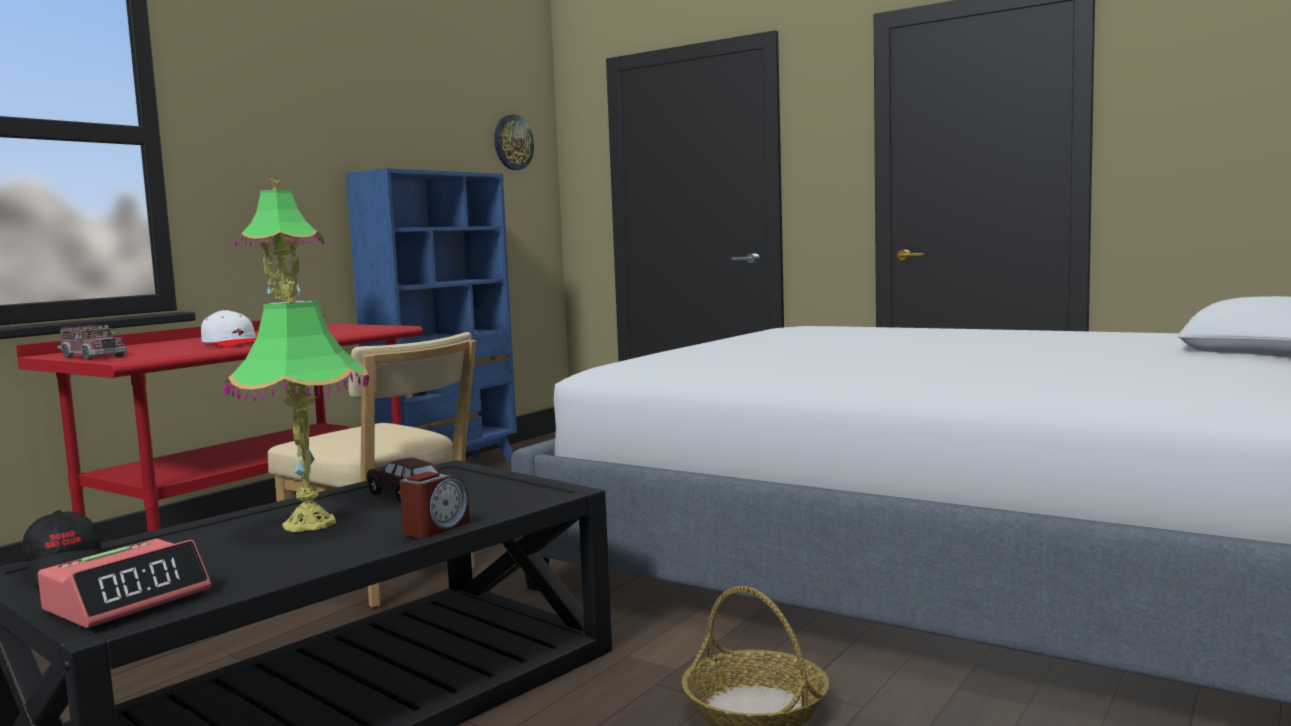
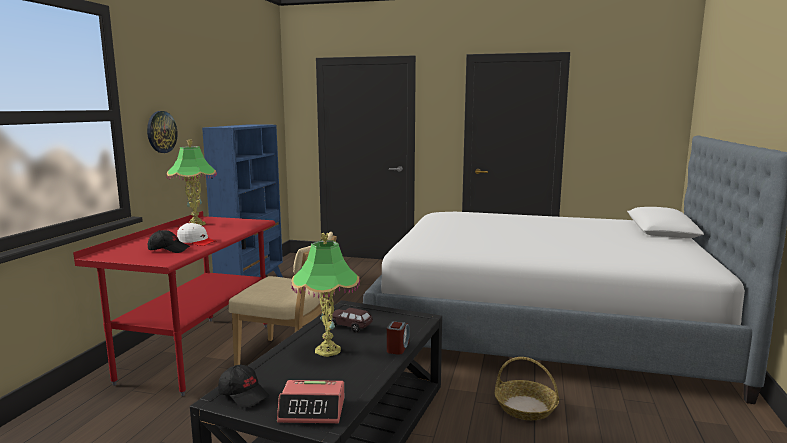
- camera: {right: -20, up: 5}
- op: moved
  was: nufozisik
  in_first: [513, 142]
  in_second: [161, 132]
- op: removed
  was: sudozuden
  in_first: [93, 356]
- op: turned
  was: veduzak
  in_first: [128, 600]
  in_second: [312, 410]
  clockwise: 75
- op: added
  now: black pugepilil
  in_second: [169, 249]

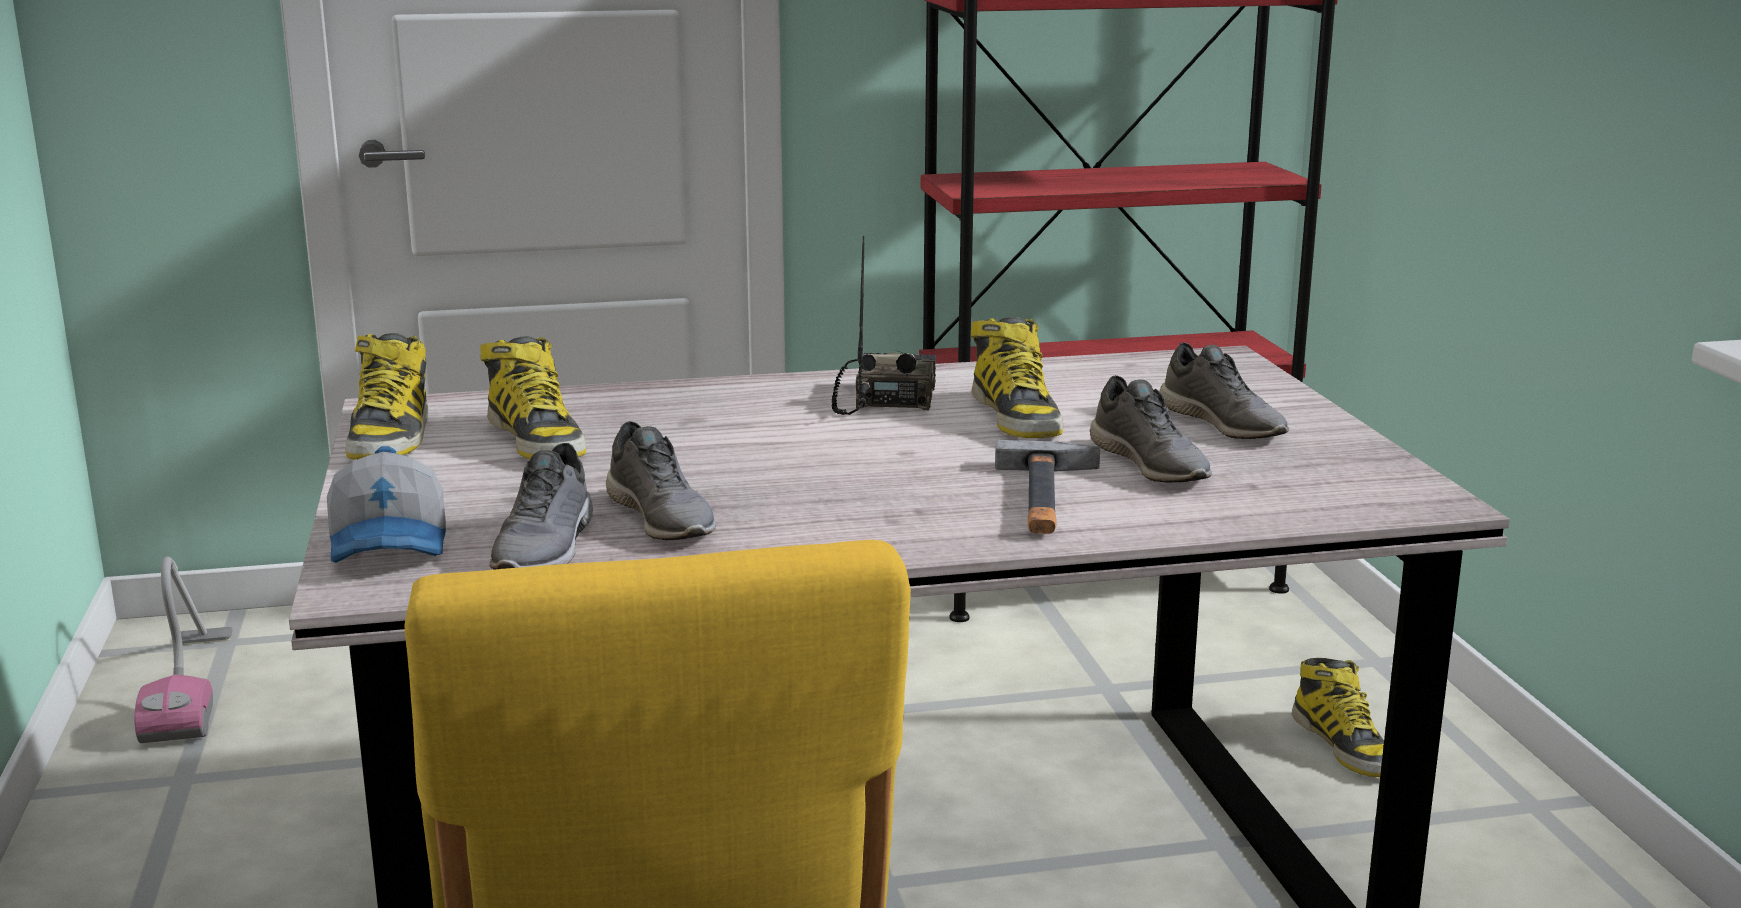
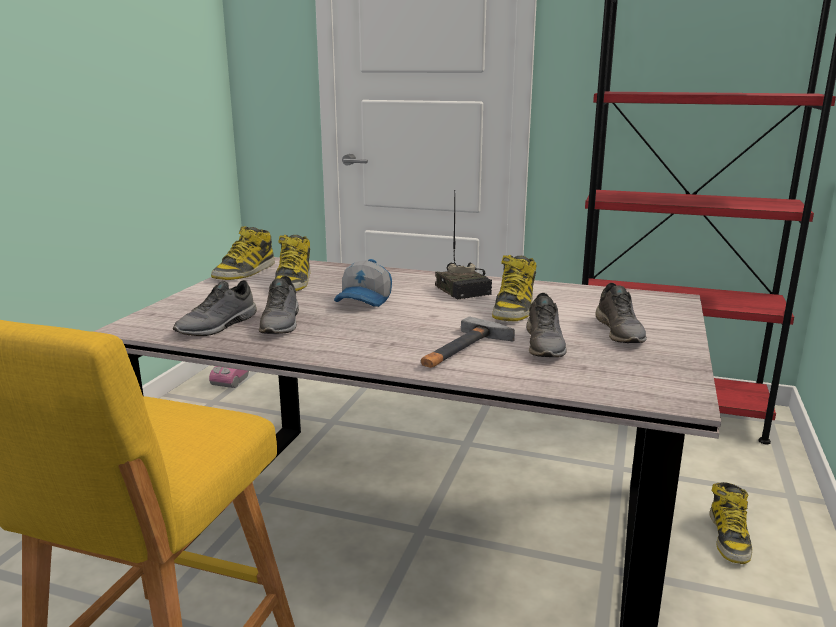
- camera: {right: 30, up: 0}
- op: turned
  was: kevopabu
  in_first: [886, 399]
  in_second: [465, 290]
  clockwise: 120
- op: moved
  was: pugepilil
  in_first: [392, 544]
  in_second: [365, 300]

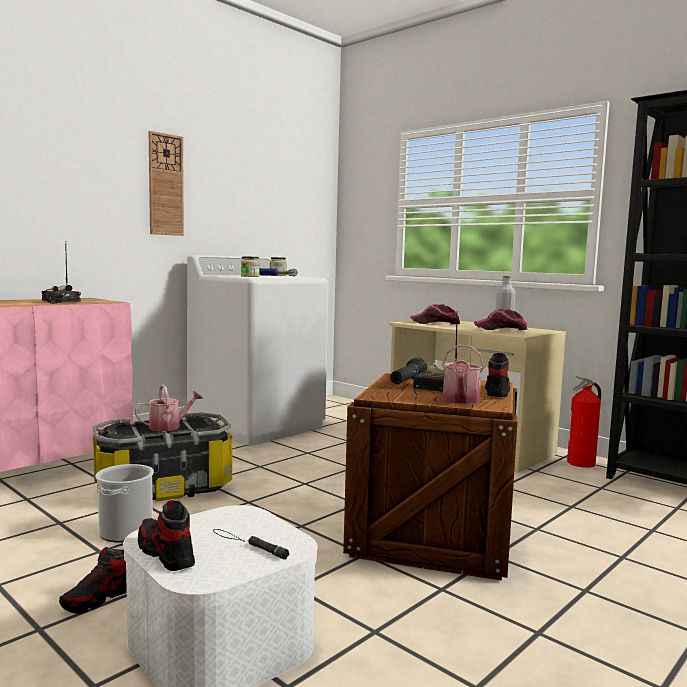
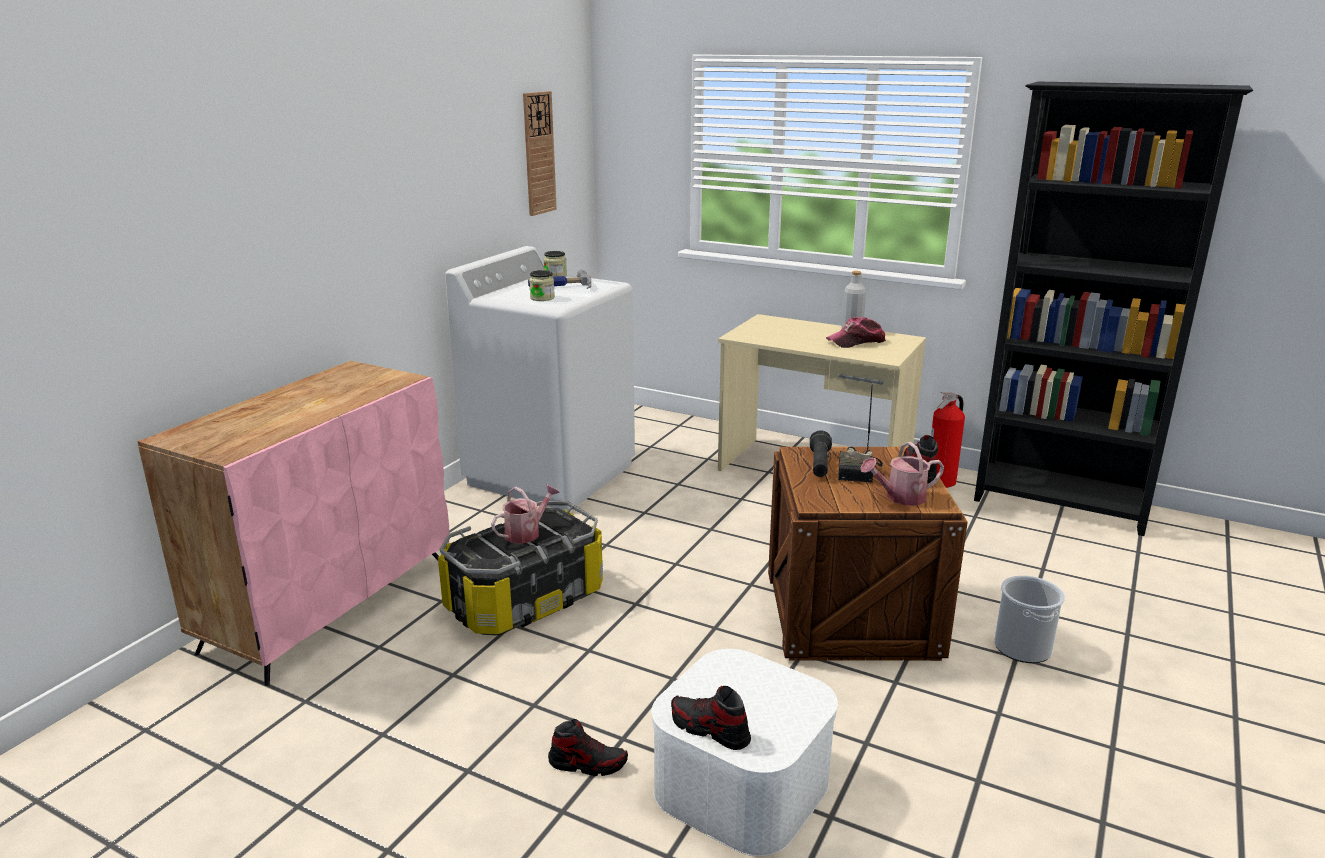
- camera: {right: -15, up: 15}
- op: moved
  was: nufozisik
  in_first: [165, 185]
  in_second: [538, 153]
- op: removed
  was: kevopabu
  in_first: [59, 302]
- op: removed
  was: pugepilil
  in_first: [435, 323]
- op: turned
  was: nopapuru
  in_first: [461, 400]
  in_second: [900, 497]
  clockwise: 75
- op: moved
  was: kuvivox
  in_first: [126, 532]
  in_second: [1022, 647]
- op: removed
  was: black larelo
  in_first: [248, 544]
- op: turned
  was: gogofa
  in_first: [99, 598]
  in_second: [588, 764]
  clockwise: -105

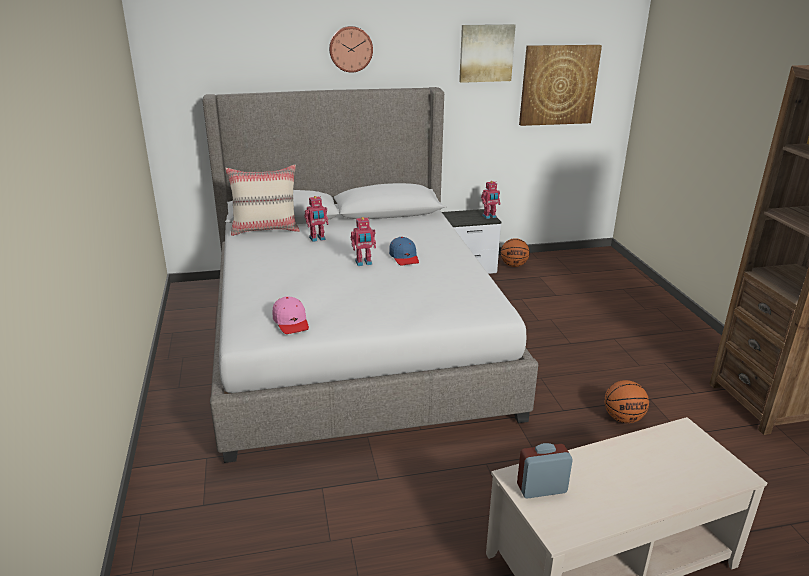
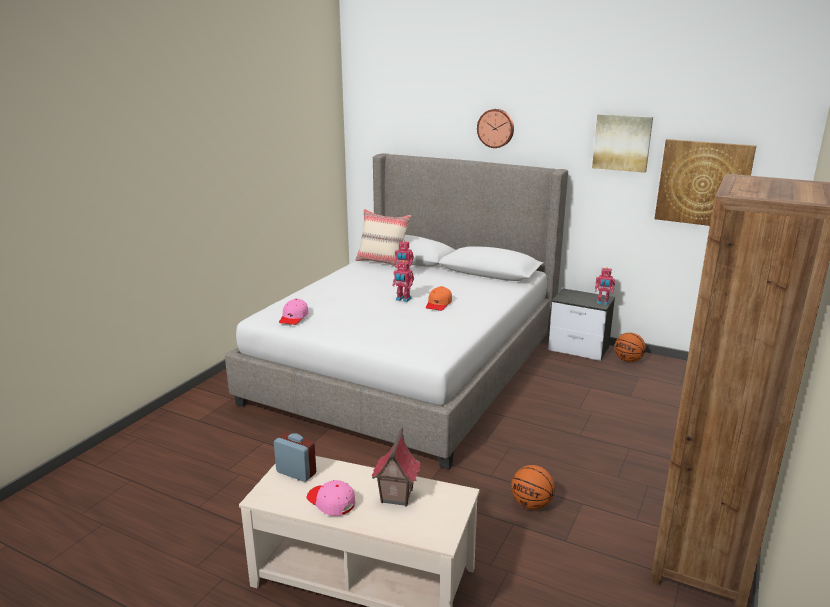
- camera: {right: 40, up: -5}
- op: recoloured
  was: blue pugepilil
  now: orange pugepilil
  in_first: [404, 257]
  in_second: [438, 304]
- op: added
  now: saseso
  in_second: [396, 496]
- op: added
  now: pink pugepilil
  in_second: [331, 502]

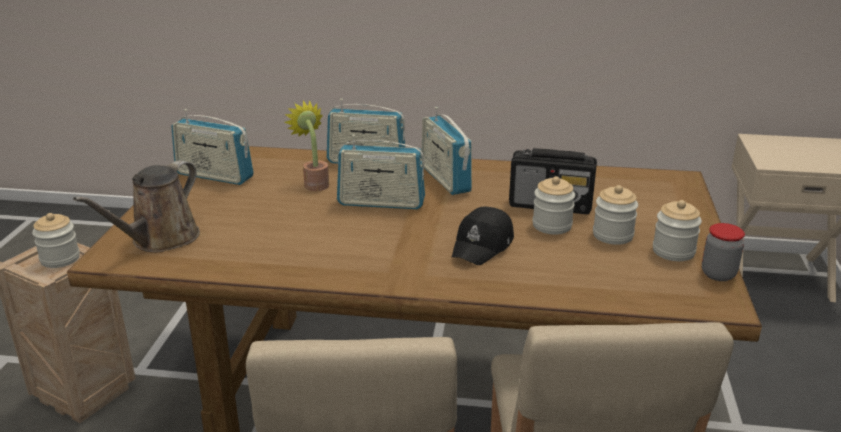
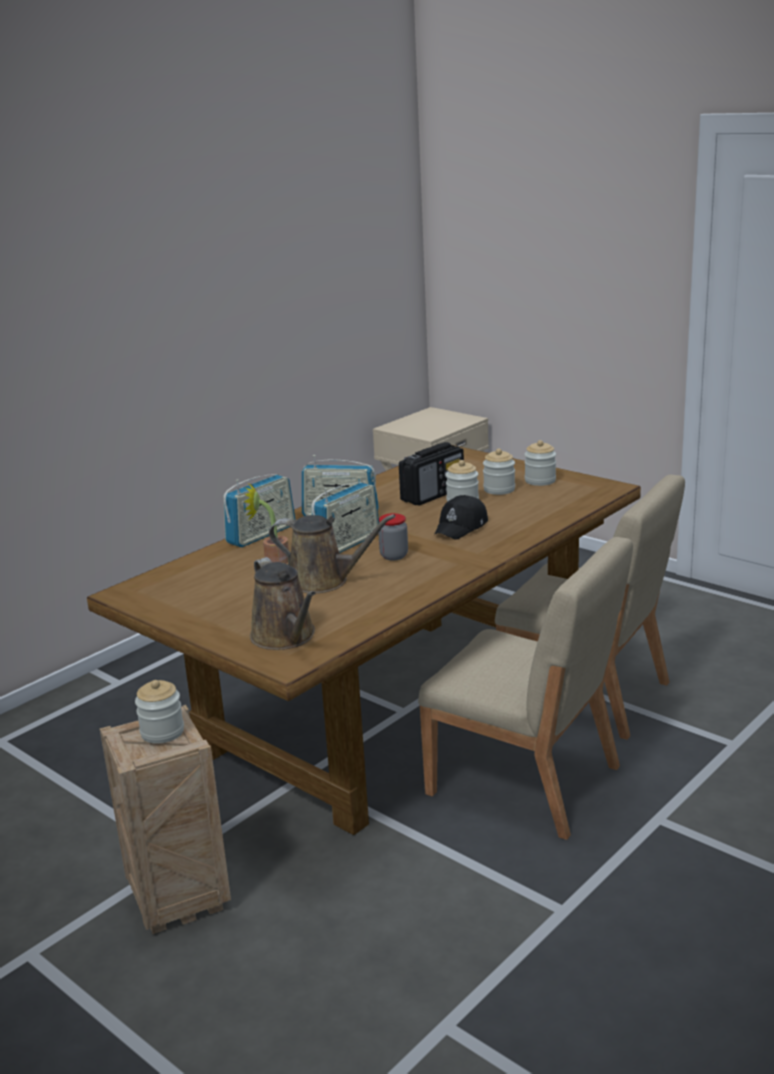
- camera: {right: -55, up: -5}
- op: removed
  was: kevopabu
  in_first: [214, 176]
- op: turned
  was: black pugepilil
  in_first: [483, 246]
  in_second: [461, 527]
  clockwise: 60
- op: moved
  was: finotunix
  in_first: [718, 274]
  in_second: [394, 556]
- op: added
  now: brown nopapuru
  in_second: [324, 581]

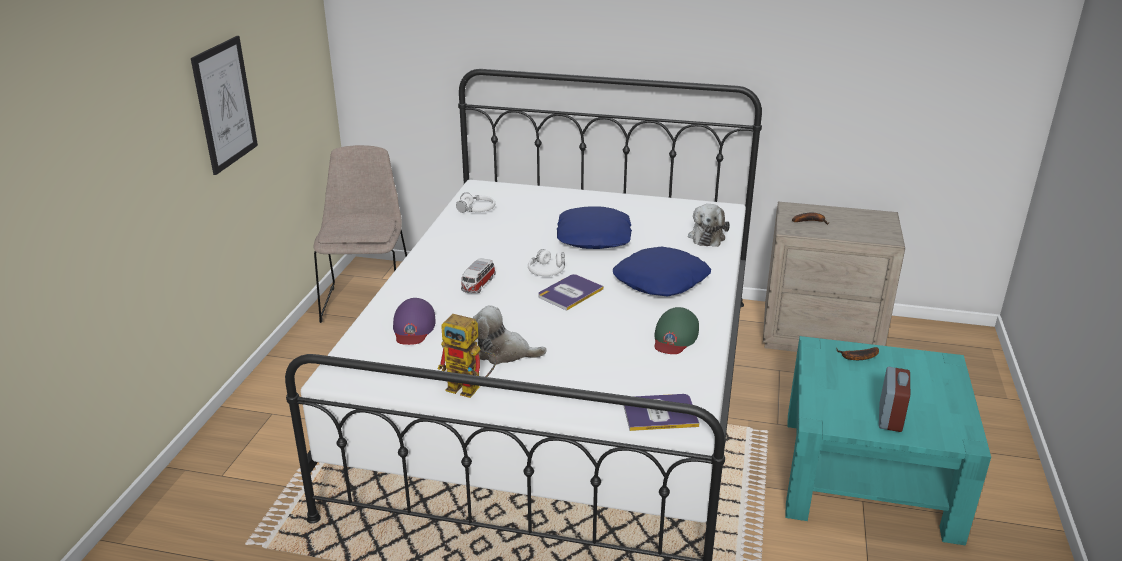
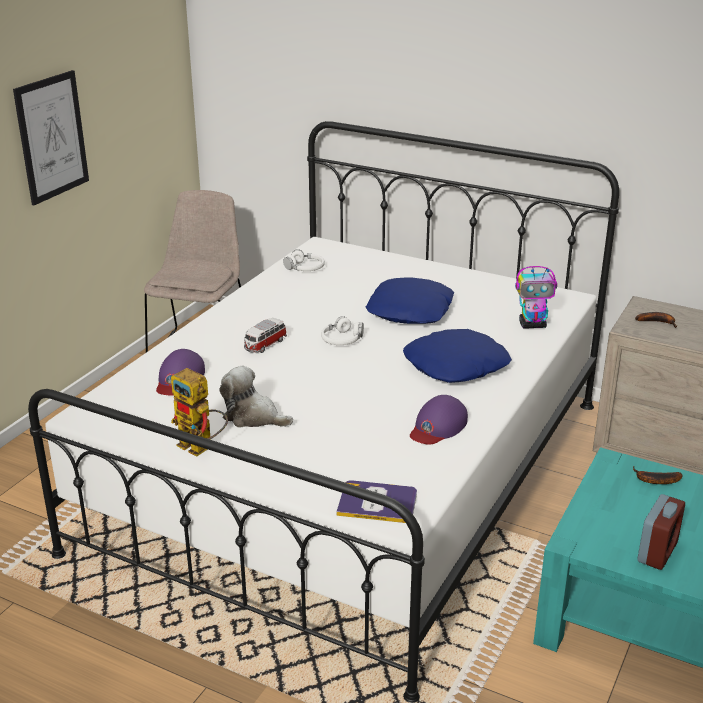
- camera: {right: 15, up: 0}
- op: replaced
  was: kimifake
  now: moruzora
  in_first: [707, 236]
  in_second: [533, 325]
- op: removed
  was: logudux
  in_first: [570, 293]
- op: recoloured
  was: green pugepilil
  now: purple pugepilil
  in_first: [675, 337]
  in_second: [438, 426]

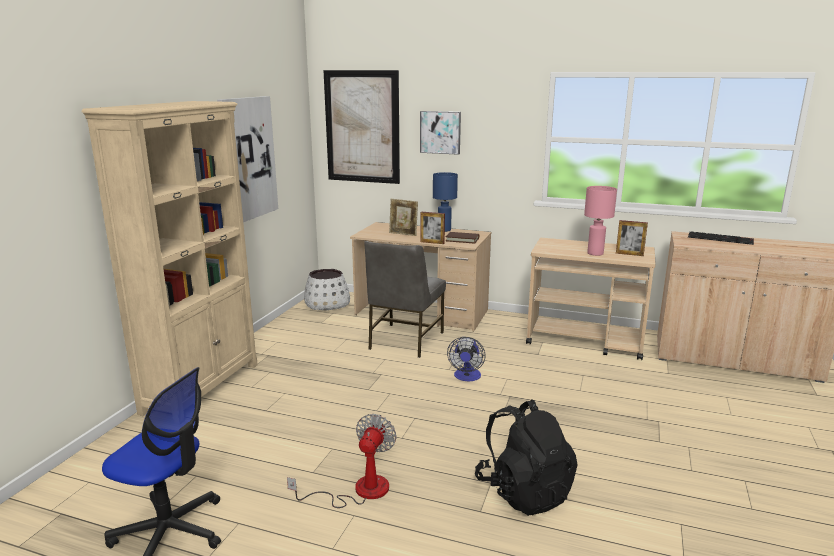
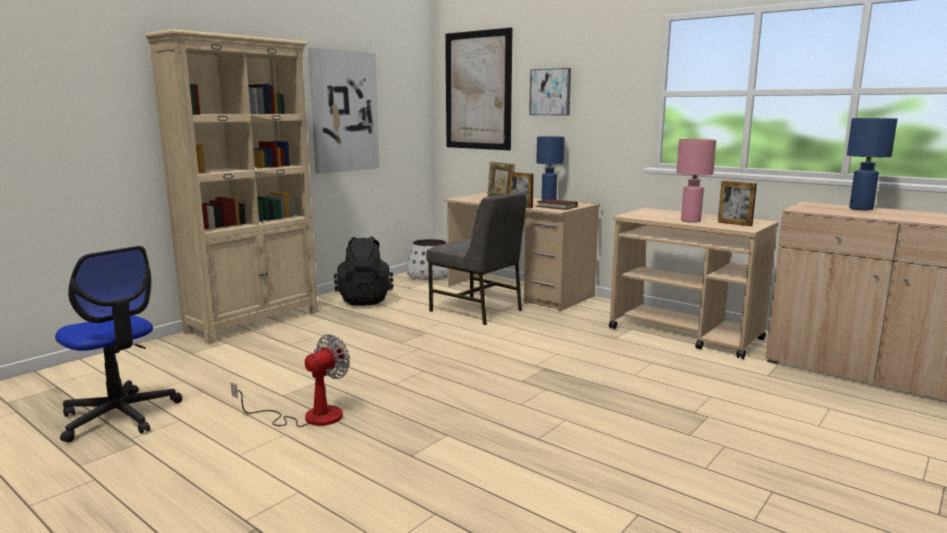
- camera: {right: 20, up: -5}
- op: replaced
  was: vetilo
  now: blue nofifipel
  in_first: [721, 238]
  in_second: [861, 209]
- op: turned
  was: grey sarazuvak
  in_first: [404, 341]
  in_second: [477, 310]
  clockwise: -90
- op: removed
  was: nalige
  in_first: [467, 377]
- op: moved
  was: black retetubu
  in_first: [524, 492]
  in_second: [365, 300]

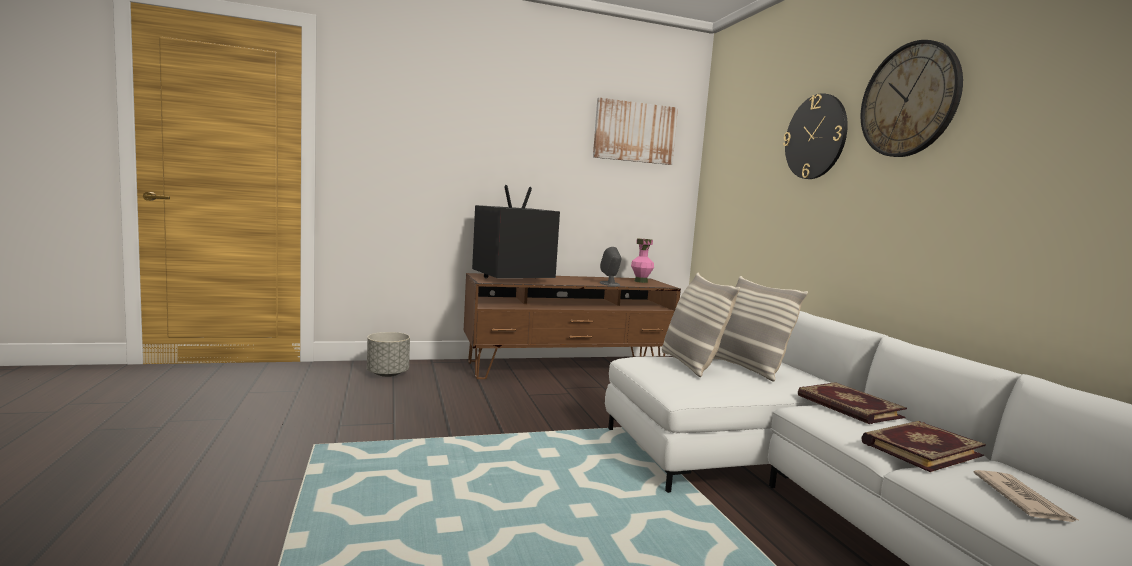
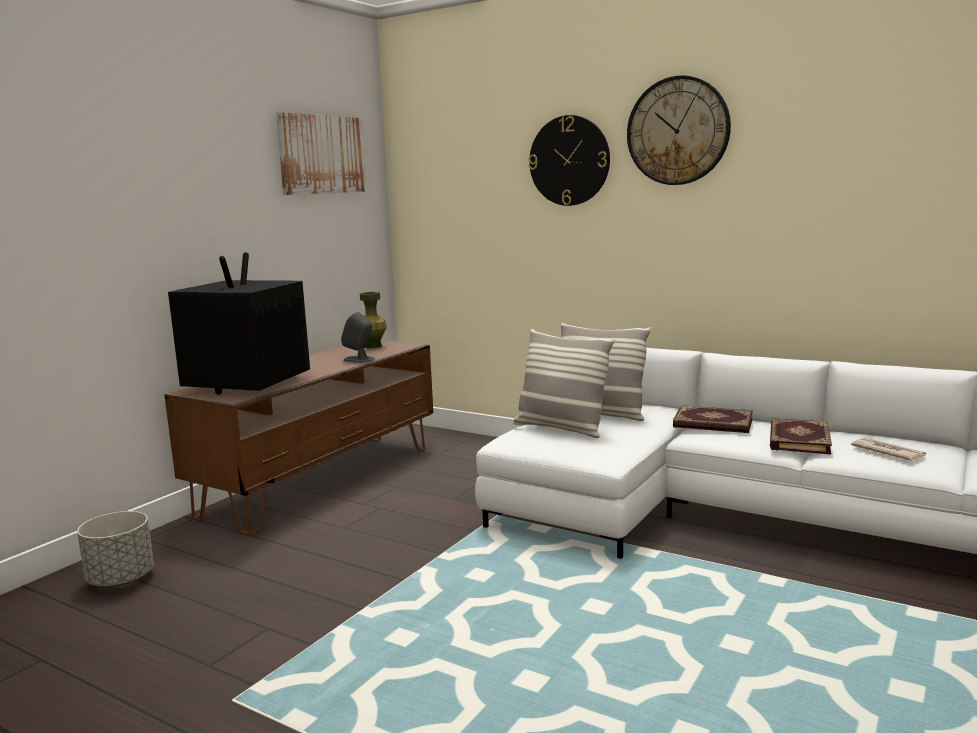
- camera: {right: -40, up: 5}
- op: recoloured
  was: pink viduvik
  now: green viduvik
  in_first: [640, 281]
  in_second: [373, 346]

